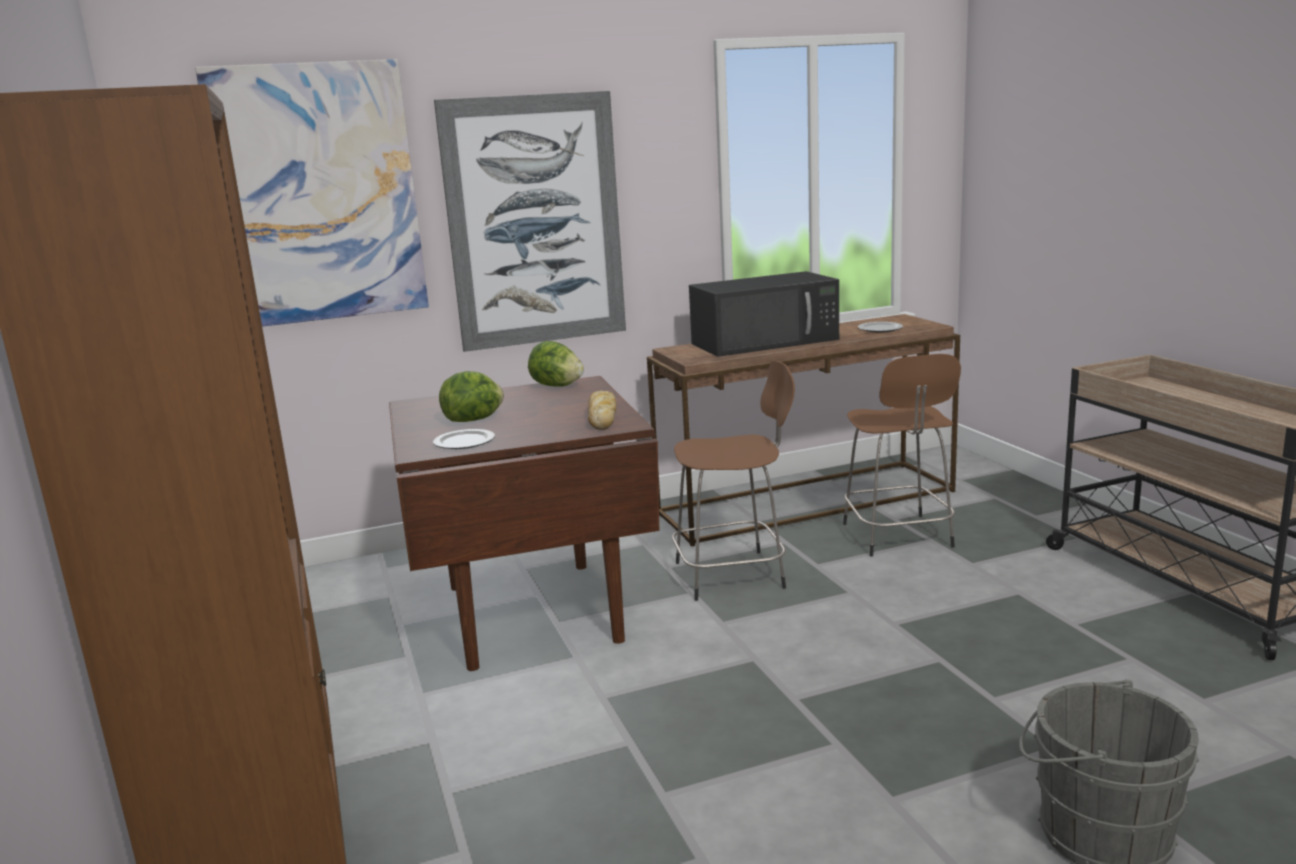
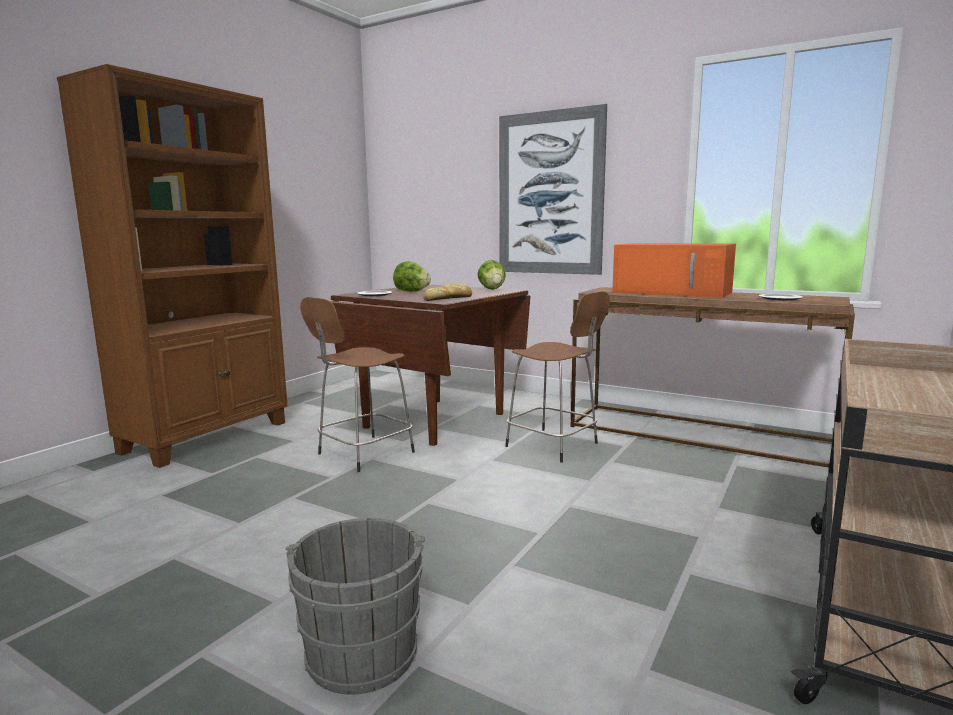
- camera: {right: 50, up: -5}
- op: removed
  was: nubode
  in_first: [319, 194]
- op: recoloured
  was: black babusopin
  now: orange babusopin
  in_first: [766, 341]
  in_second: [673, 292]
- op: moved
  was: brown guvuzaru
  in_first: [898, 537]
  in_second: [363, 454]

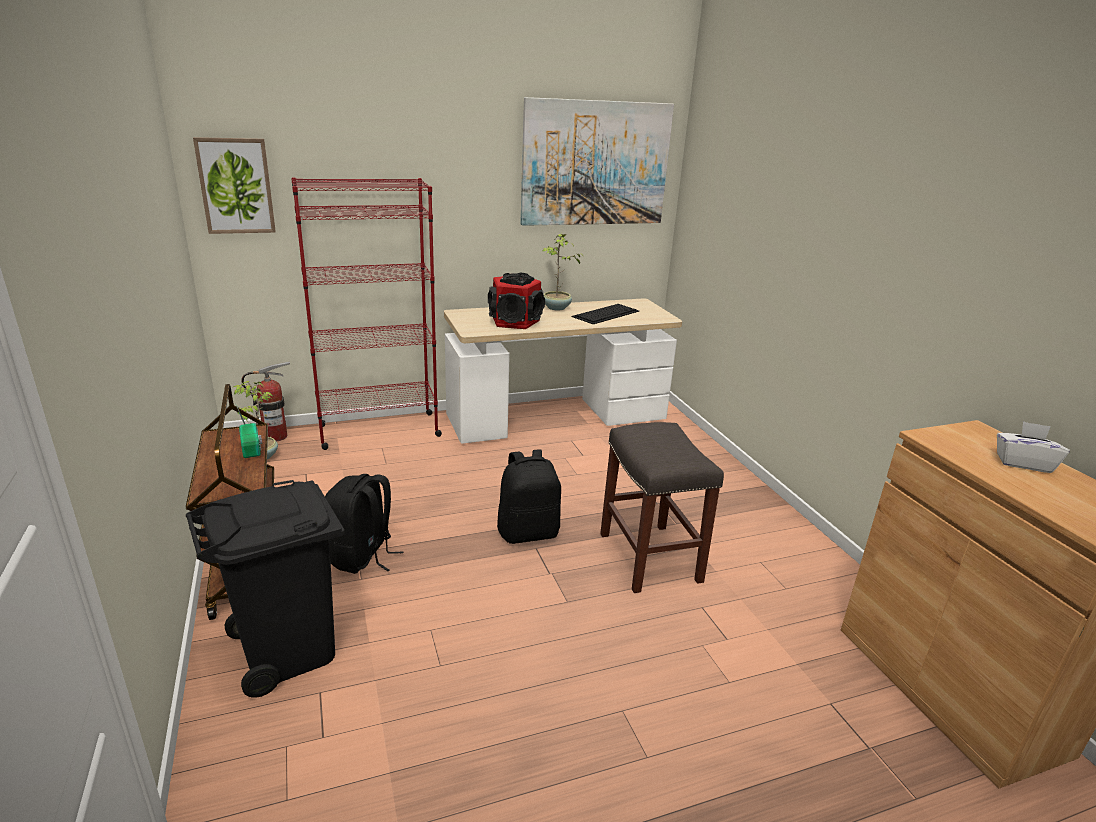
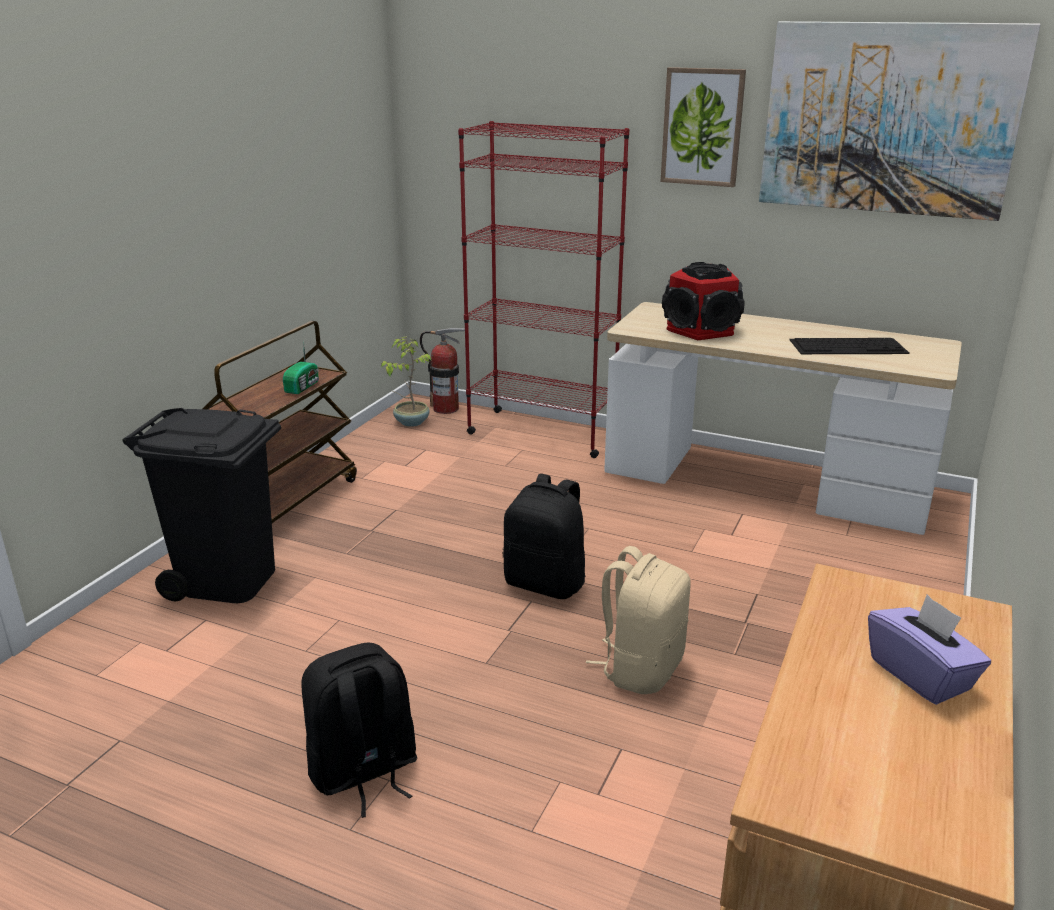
- camera: {right: 45, up: 0}
- op: moved
  was: nubode
  in_first: [236, 186]
  in_second: [702, 127]
- op: removed
  was: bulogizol
  in_first: [556, 308]
- op: recoloured
  was: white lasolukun
  now: purple lasolukun
  in_first: [1023, 463]
  in_second: [920, 675]
- op: replaced
  was: grey guvuzaru
  now: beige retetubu
  in_first: [648, 556]
  in_second: [641, 668]
- op: moved
  was: black retetubu
  in_first: [362, 557]
  in_second: [363, 773]

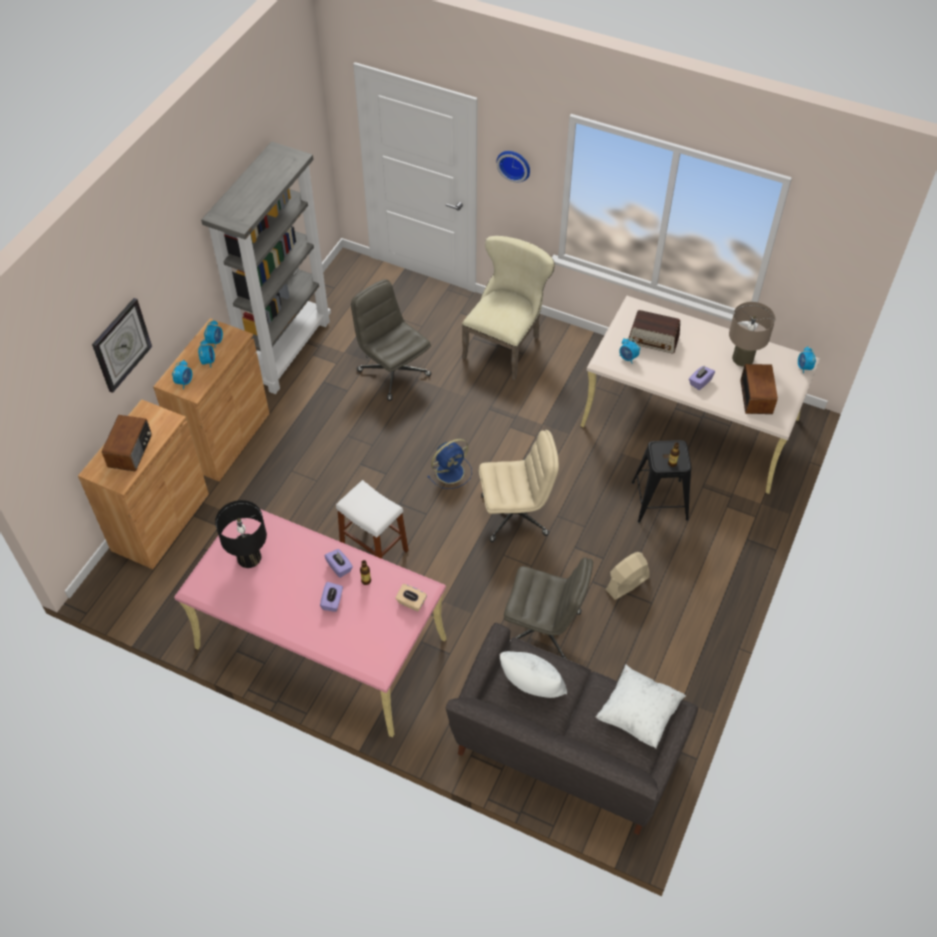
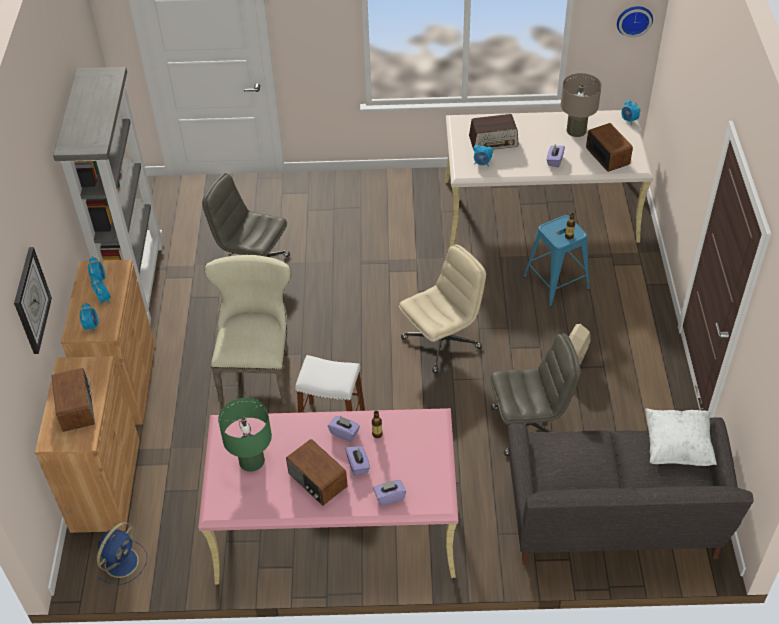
- camera: {right: -25, up: -5}
- op: moved
  was: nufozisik
  in_first: [514, 164]
  in_second: [634, 19]
- op: moved
  was: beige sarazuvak
  in_first: [506, 344]
  in_second: [257, 369]
- op: moved
  was: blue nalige
  in_first: [451, 471]
  in_second: [122, 561]
- op: recoloured
  was: black guvuzaru
  now: blue guvuzaru
  in_first: [659, 500]
  in_second: [556, 282]
- op: recoloured
  was: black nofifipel
  now: green nofifipel
  in_first: [249, 557]
  in_second: [251, 460]
- op: removed
  was: beige lasolukun
  in_first: [411, 602]
- op: removed
  was: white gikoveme
  in_first: [532, 688]
- op: added
  now: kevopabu
  in_second: [317, 481]
- op: added
  now: purple lasolukun
  in_second: [389, 497]

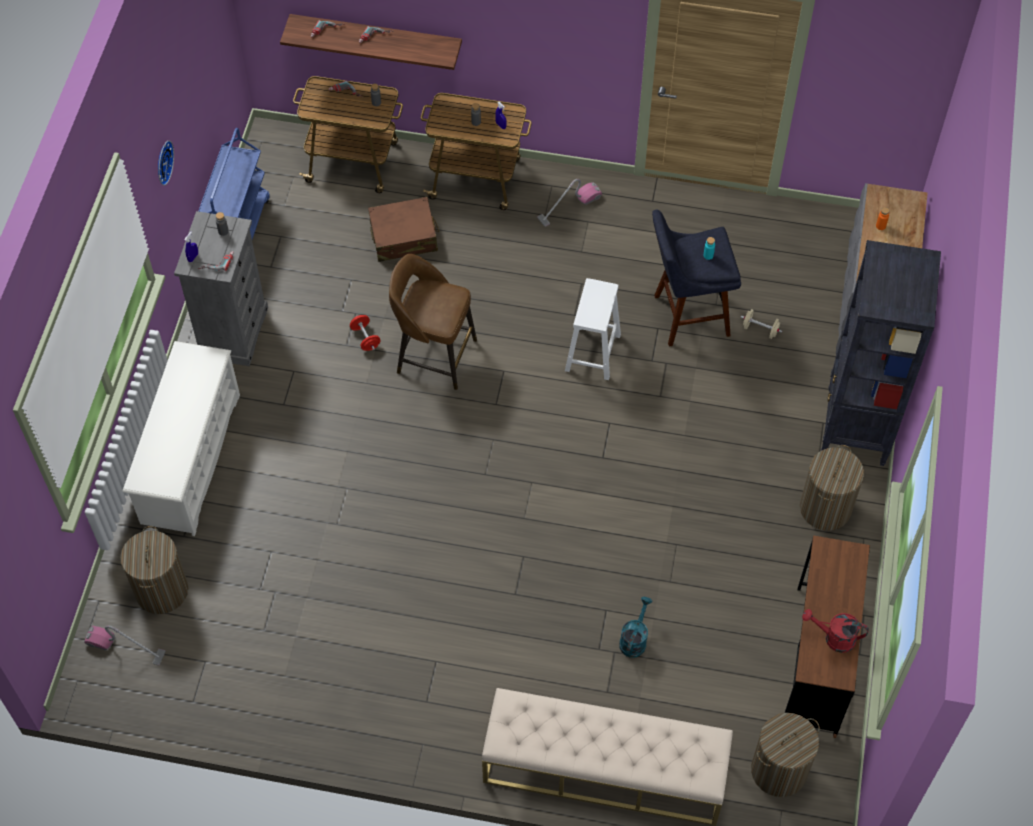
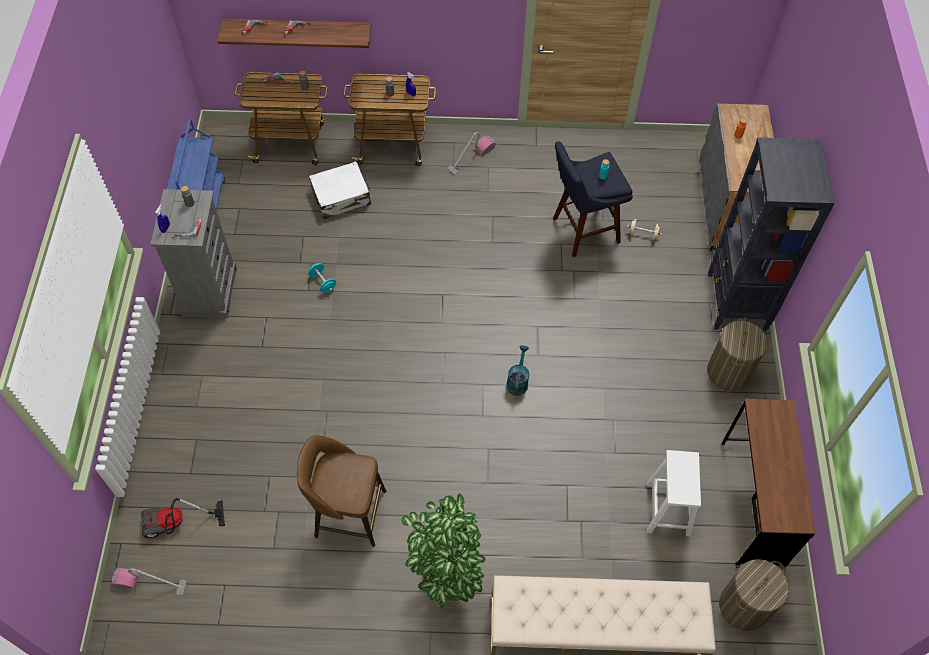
- camera: {right: -10, up: 0}
- op: removed
  was: nufozisik
  in_first: [162, 162]
- op: recoloured
  was: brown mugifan
  now: white mugifan
  in_first: [404, 237]
  in_second: [341, 197]
- op: moved
  was: brown guvuzaru
  in_first: [434, 355]
  in_second: [348, 513]
- op: moved
  was: white guvuzaru
  in_first: [592, 351]
  in_second: [667, 508]
- op: recoloured
  was: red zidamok
  now: turquoise zidamok
  in_first: [365, 338]
  in_second: [323, 282]
- op: removed
  was: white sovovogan
  in_first: [190, 459]
- op: replaced
  was: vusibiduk
  now: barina
  in_first: [161, 590]
  in_second: [176, 525]
- op: moved
  was: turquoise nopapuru
  in_first: [634, 639]
  in_second: [517, 381]
- op: removed
  was: red nopapuru
  in_first: [834, 638]
- op: added
  now: bulogizol
  in_second: [446, 586]

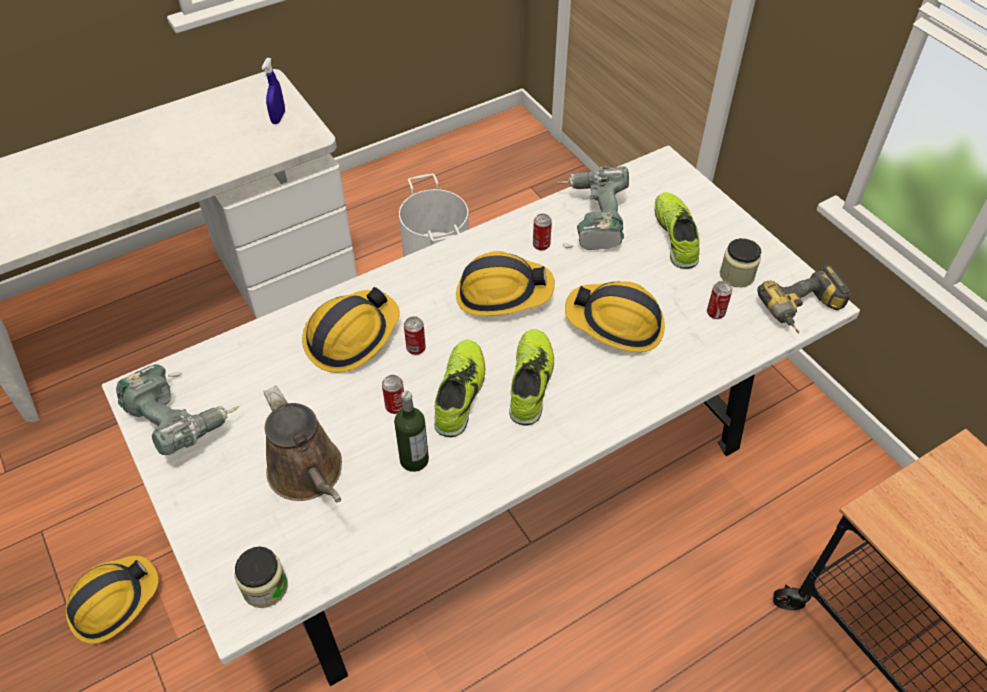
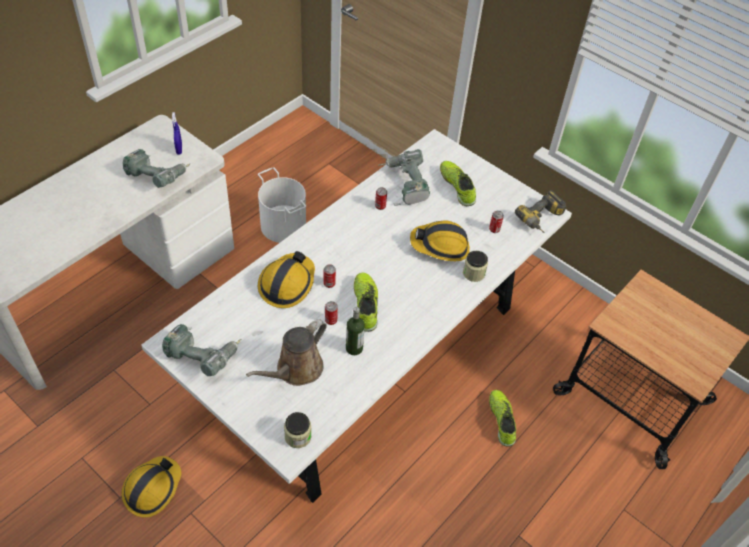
- camera: {right: -20, up: 0}
- op: moved
  was: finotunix
  in_first: [736, 275]
  in_second: [473, 273]
- op: removed
  was: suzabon
  in_first: [502, 293]
- op: moved
  was: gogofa
  in_first: [530, 382]
  in_second: [502, 420]
- op: turned
  was: brown nopapuru
  in_first: [308, 474]
  in_second: [296, 370]
  clockwise: 90
- op: added
  now: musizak
  in_second: [158, 176]

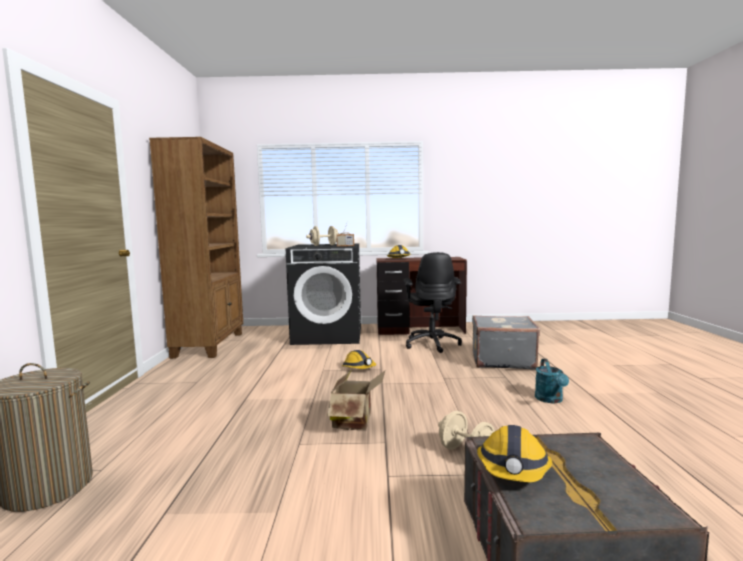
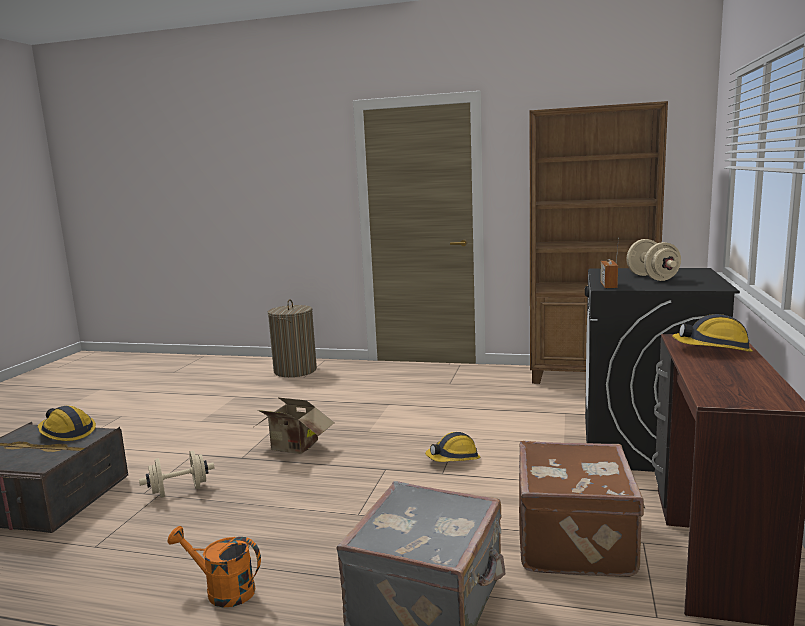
- camera: {right: 105, up: 5}
- op: replaced
  was: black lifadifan
  now: brown mugifan
  in_first: [432, 344]
  in_second: [576, 541]
- op: recoloured
  was: turquoise nopapuru
  now: orange nopapuru
  in_first: [550, 400]
  in_second: [222, 591]

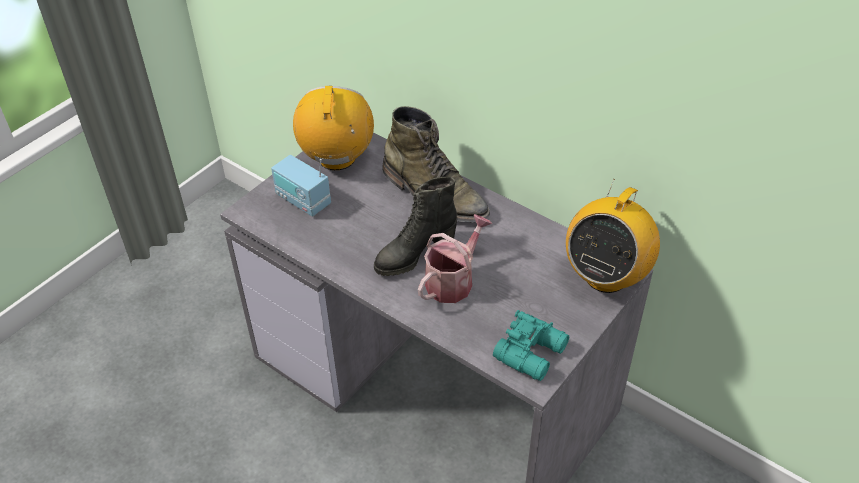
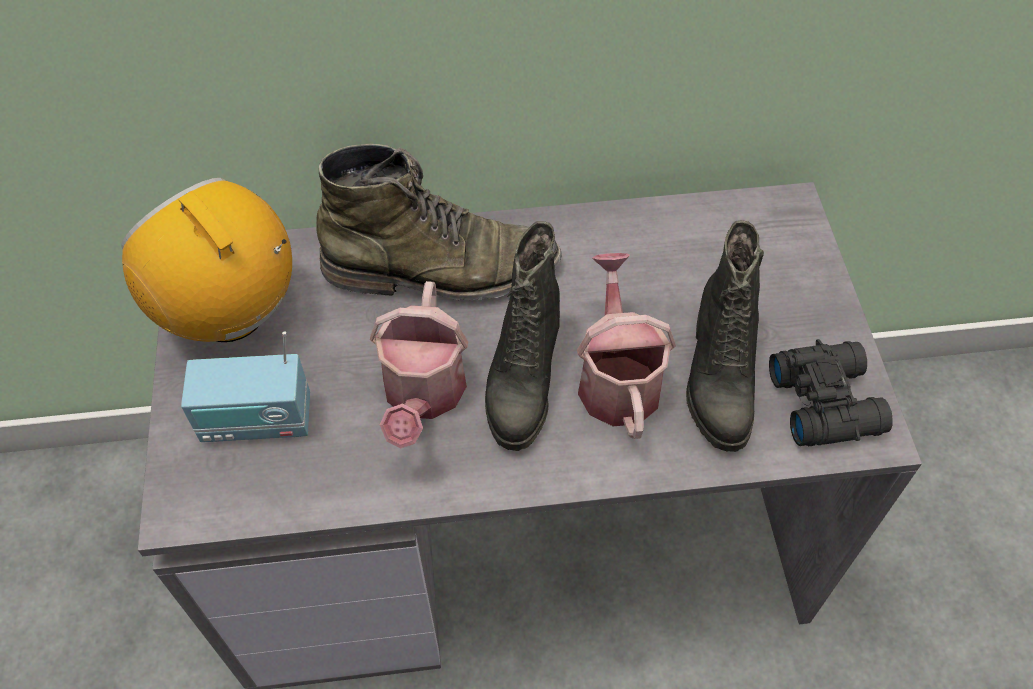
- camera: {right: -45, up: 10}
- op: removed
  was: kevopabu
  in_first: [606, 276]
- op: recoloured
  was: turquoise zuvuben
  now: black zuvuben
  in_first: [532, 352]
  in_second: [826, 400]
- op: added
  now: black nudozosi
  in_second: [716, 380]
- op: added
  now: nopapuru
  in_second: [423, 395]

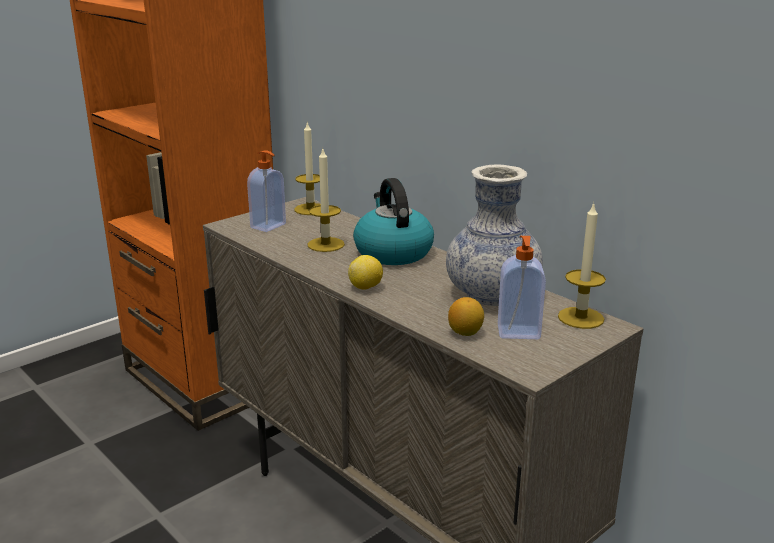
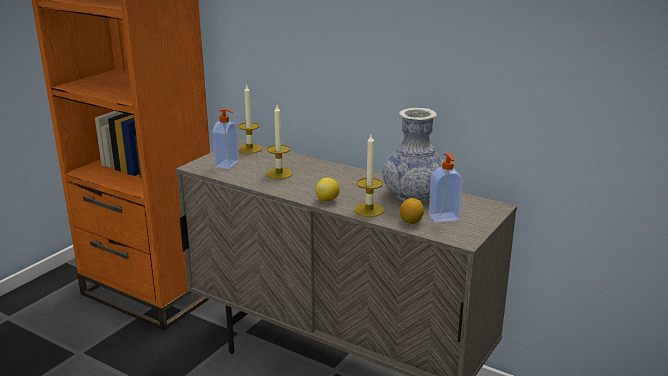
- camera: {right: -15, up: 0}
- op: removed
  was: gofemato
  in_first: [392, 252]
- op: moved
  was: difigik
  in_first: [580, 318]
  in_second: [369, 210]

